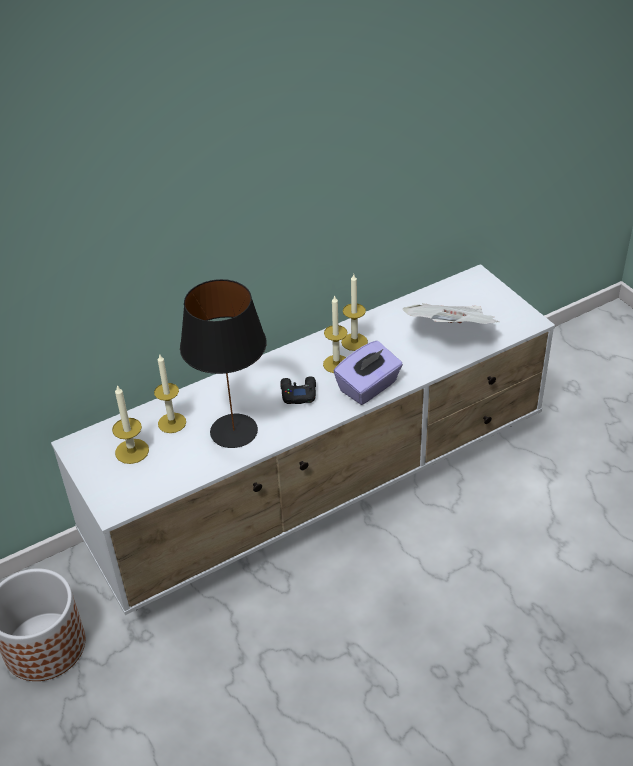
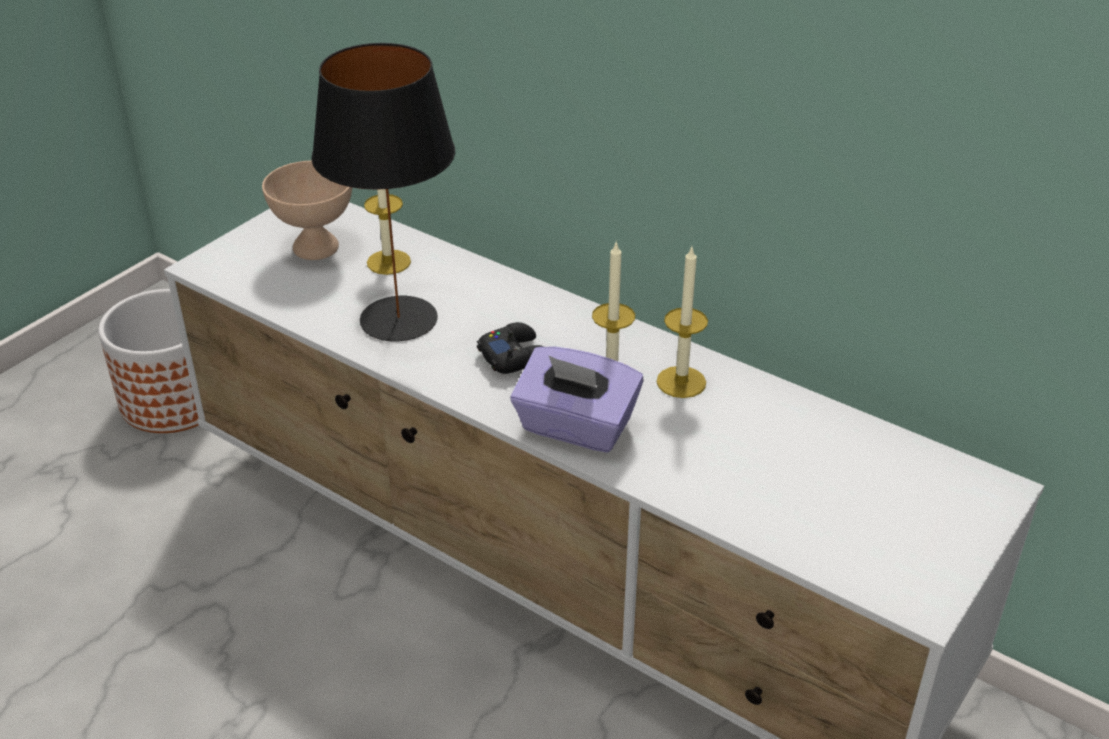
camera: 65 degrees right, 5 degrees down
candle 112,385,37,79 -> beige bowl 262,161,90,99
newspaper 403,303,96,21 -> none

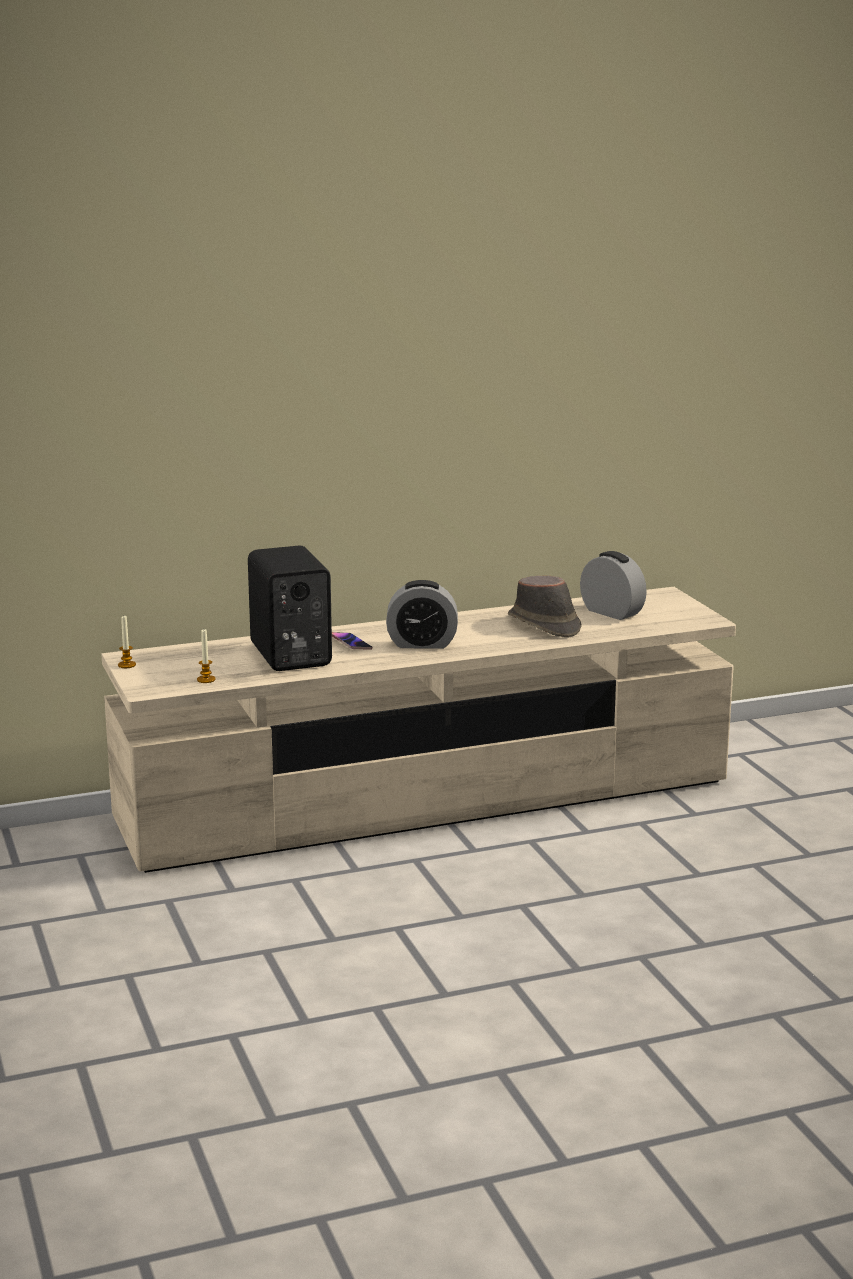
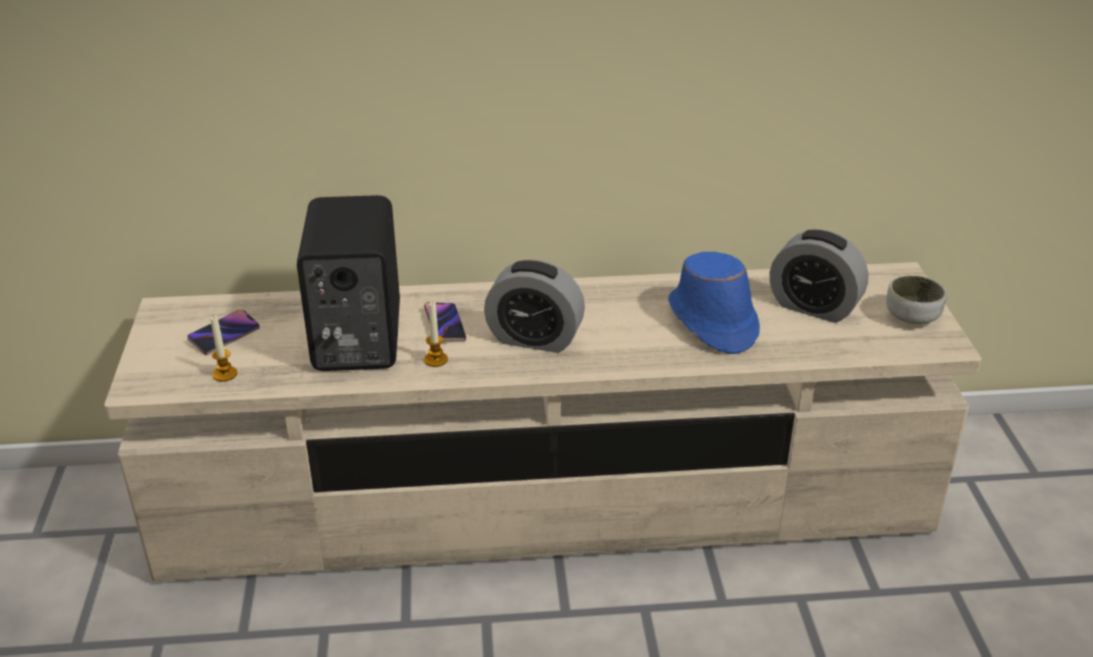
camera: 15 degrees right, 15 degrees up
none -> phone 187,310,73,45
candle 118,616,18,52 -> candle 424,302,24,65, move
brown hat 508,576,74,62 -> blue hat 668,252,92,102
alarm clock 580,551,67,69 -> alarm clock 770,229,98,94, 150 degrees clockwise
none -> bowl 886,275,61,49

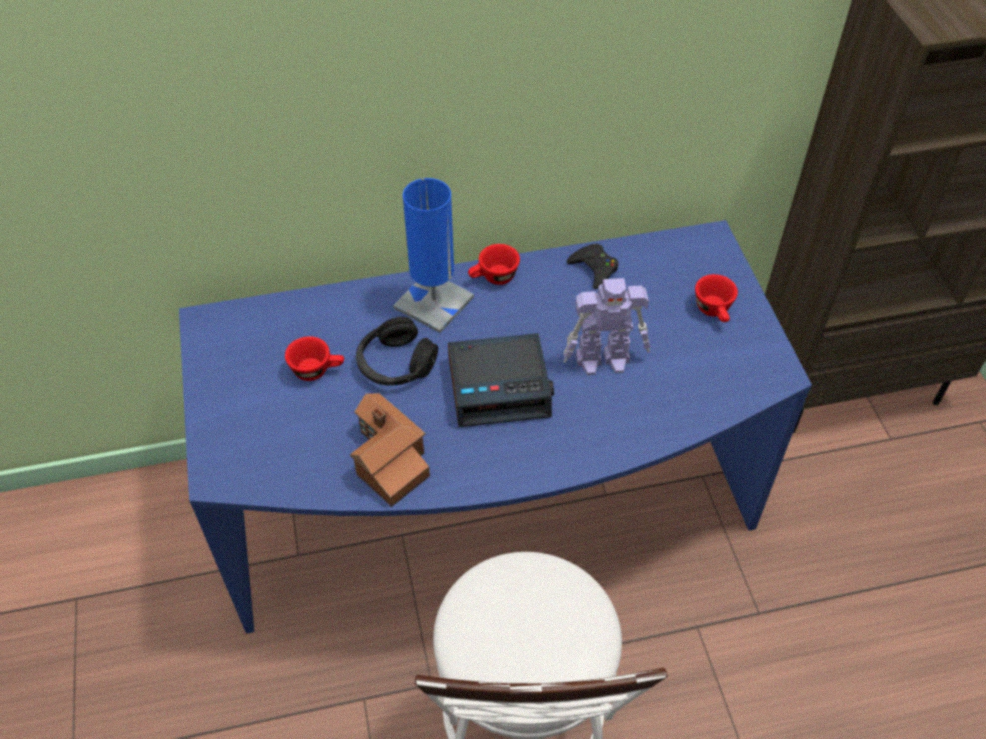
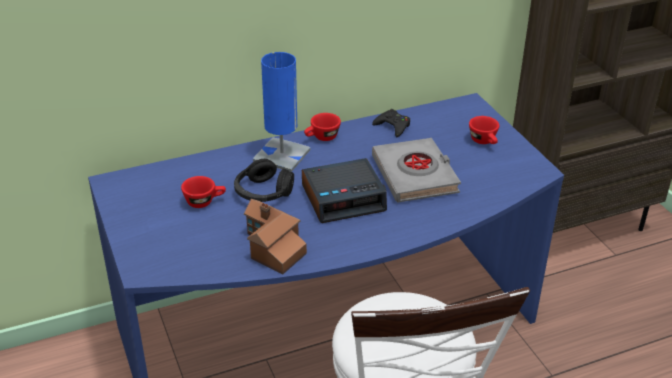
camera: 10 degrees left, 15 degrees down
toy robot 563,278,87,97 -> grey book 372,138,89,64

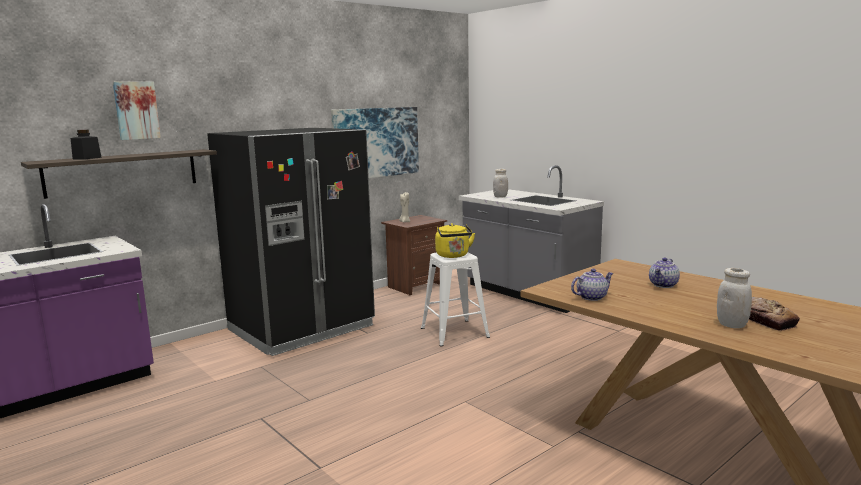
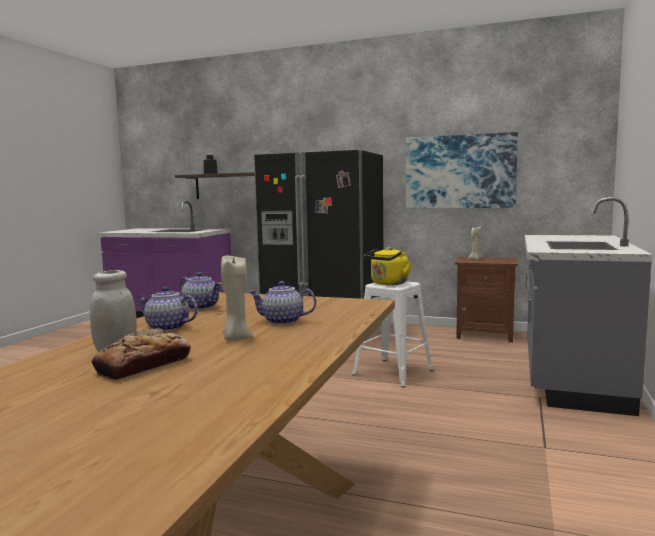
camera: 60 degrees right, 5 degrees down
none -> teapot 136,286,62,45
none -> beige candle 221,254,33,87
picture 113,82,48,58 -> none
white jar 493,169,15,29 -> none

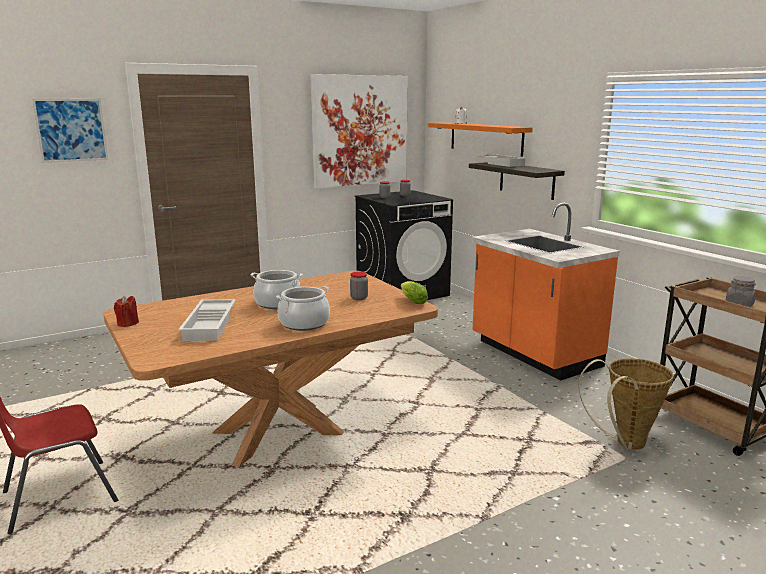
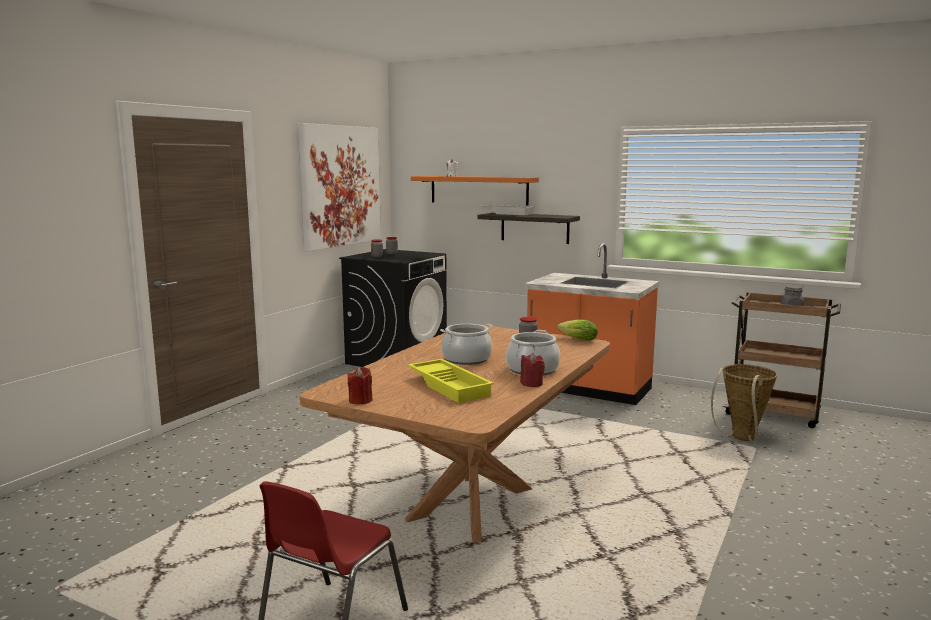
camera: 30 degrees left, 5 degrees down
white tray 178,299,58,42 -> yellow tray 408,359,86,44
none -> red candle 520,353,25,34
picture 32,99,76,64 -> none

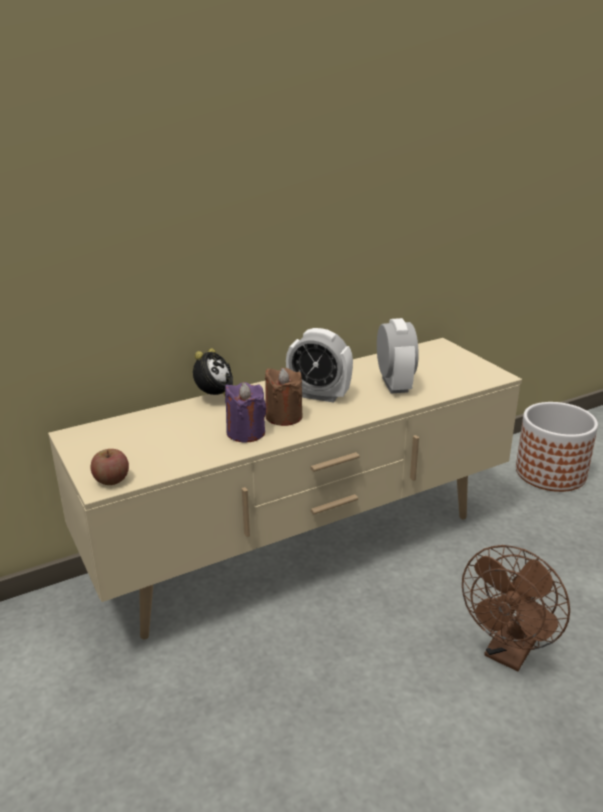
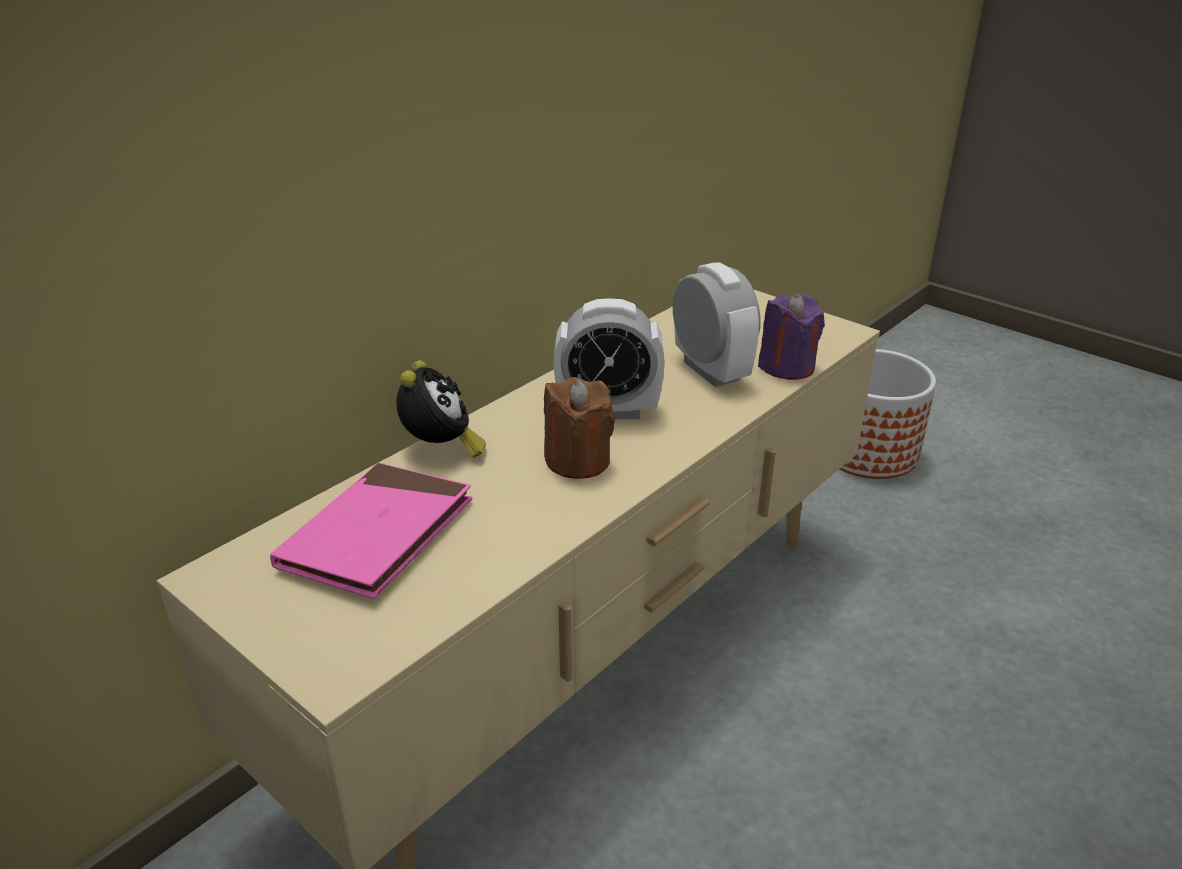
camera: 20 degrees left, 5 degrees up
none -> pink book 270,463,202,136
purple candle 225,382,41,60 -> purple candle 758,293,67,87, move
apple 91,449,38,36 -> none
brown fan 462,545,108,126 -> none

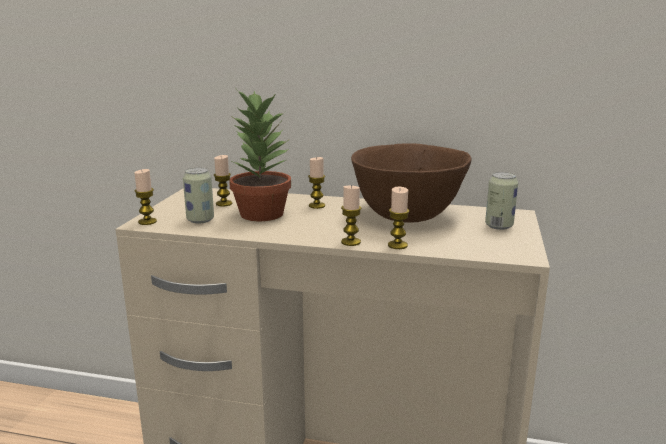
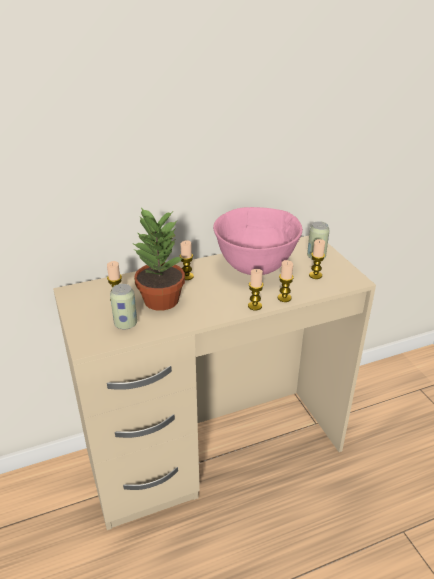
camera: 35 degrees left, 15 degrees up
brown bowl 351,143,121,80 -> pink bowl 213,207,90,68
candle 134,169,23,56 -> candle 309,239,16,40, move

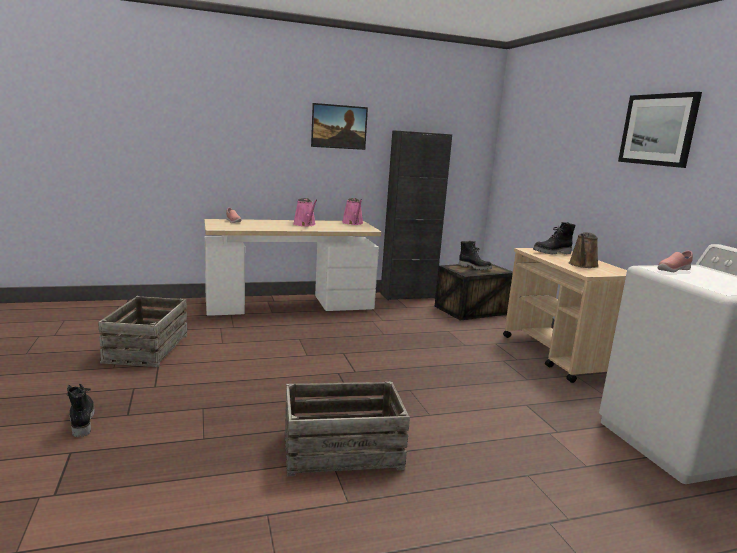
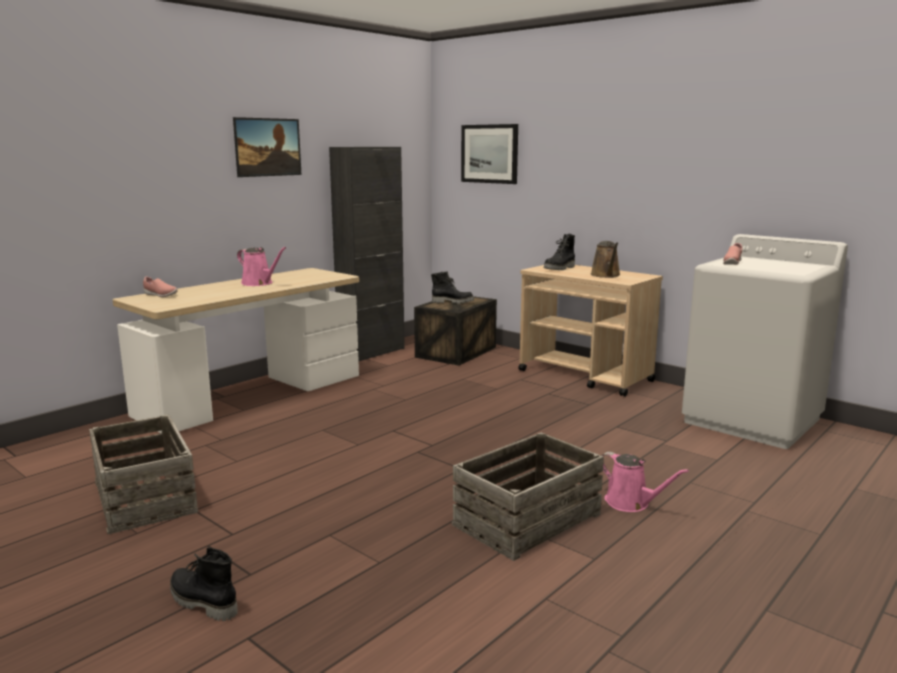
camera: 30 degrees left, 0 degrees up
picture 618,92,84,76 -> picture 461,124,57,60, move
pink watering can 342,198,21,27 -> pink watering can 601,452,88,60, move

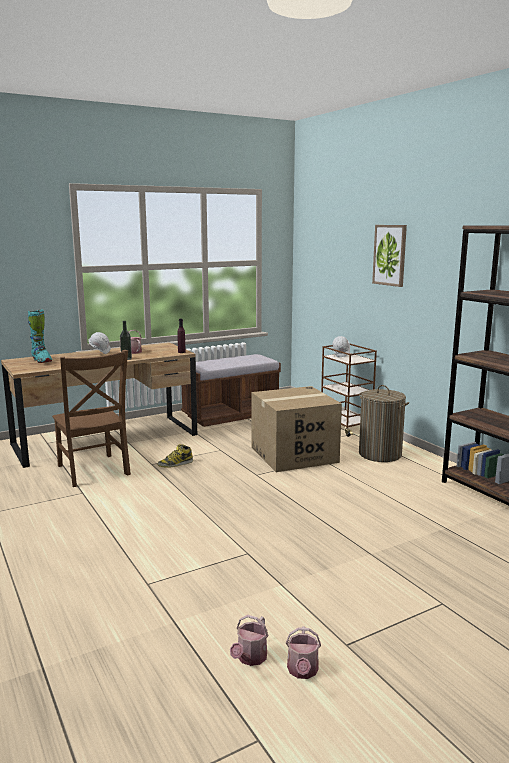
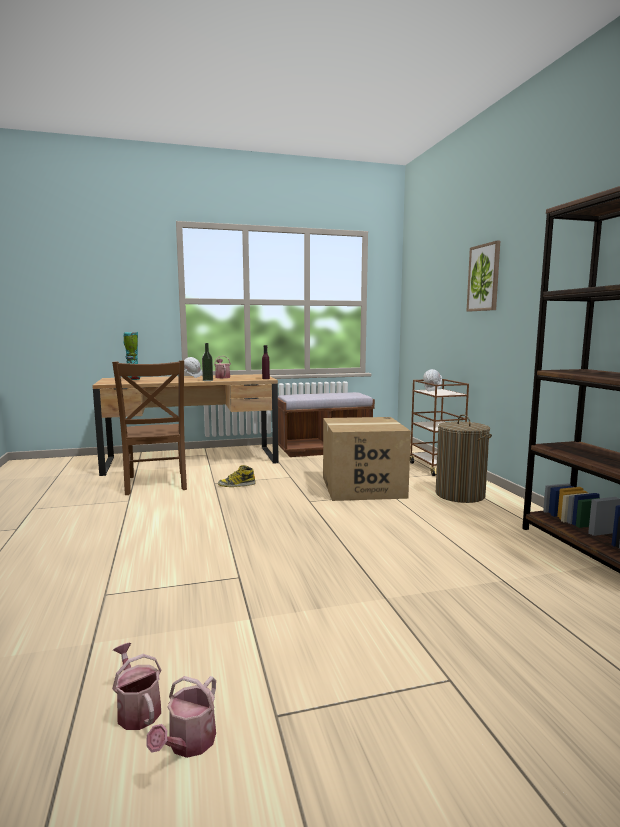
camera: 15 degrees right, 5 degrees down
watering can 230,615,39,51 -> watering can 112,643,50,87, 105 degrees clockwise

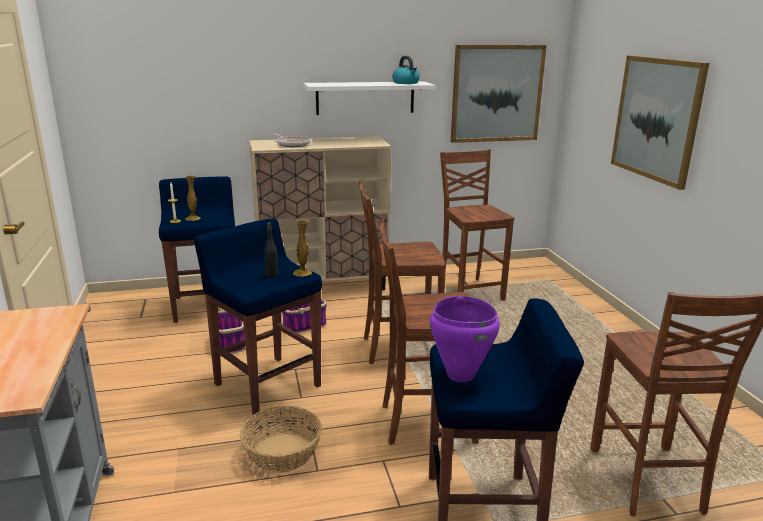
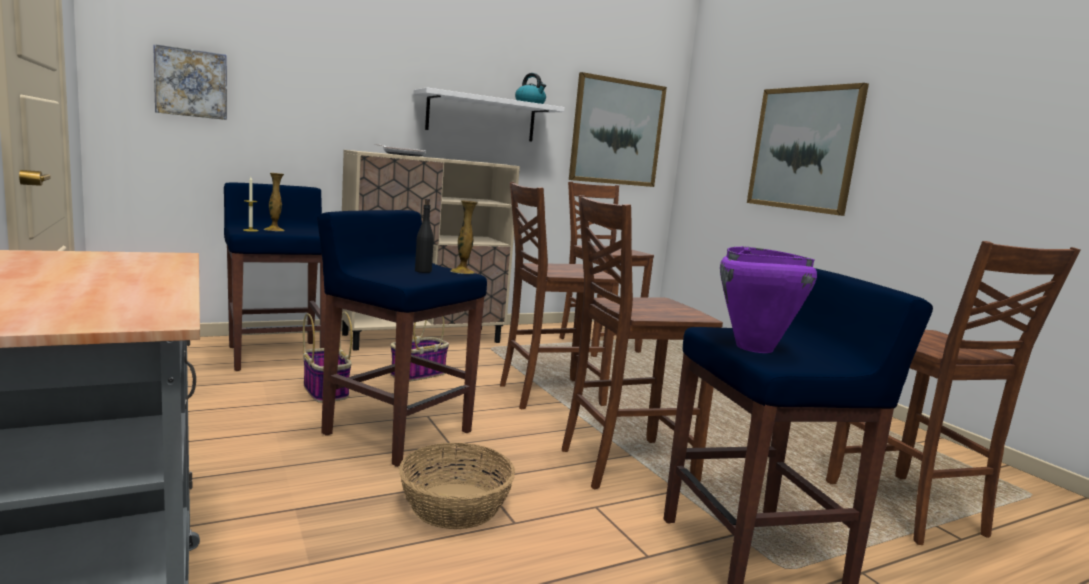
camera: 15 degrees left, 10 degrees down
none -> picture 153,44,74,76

